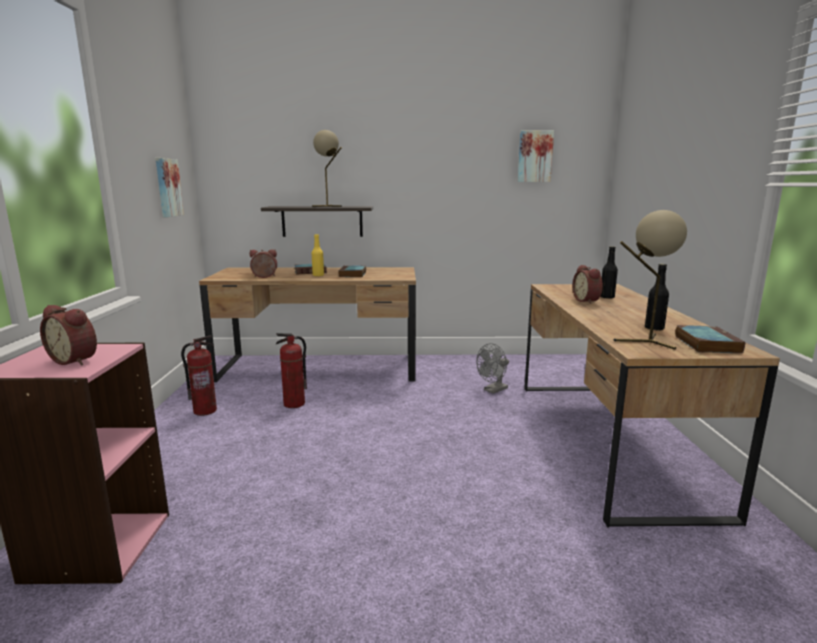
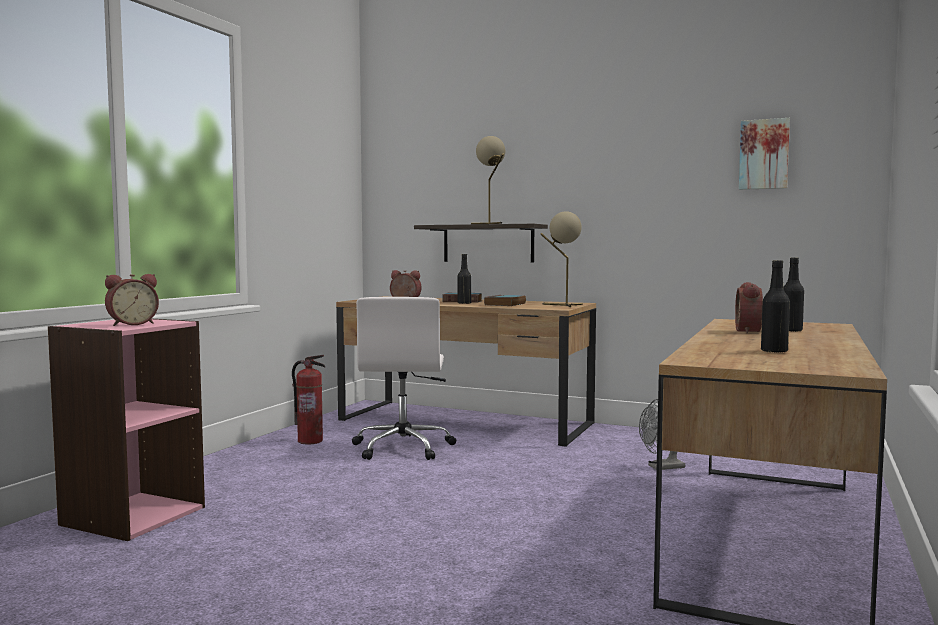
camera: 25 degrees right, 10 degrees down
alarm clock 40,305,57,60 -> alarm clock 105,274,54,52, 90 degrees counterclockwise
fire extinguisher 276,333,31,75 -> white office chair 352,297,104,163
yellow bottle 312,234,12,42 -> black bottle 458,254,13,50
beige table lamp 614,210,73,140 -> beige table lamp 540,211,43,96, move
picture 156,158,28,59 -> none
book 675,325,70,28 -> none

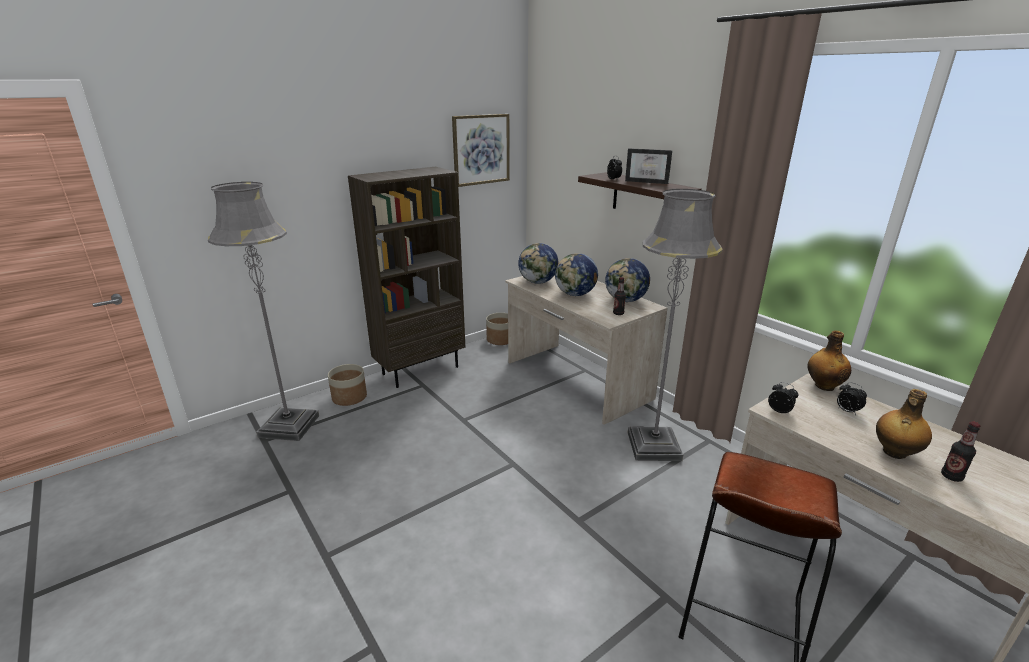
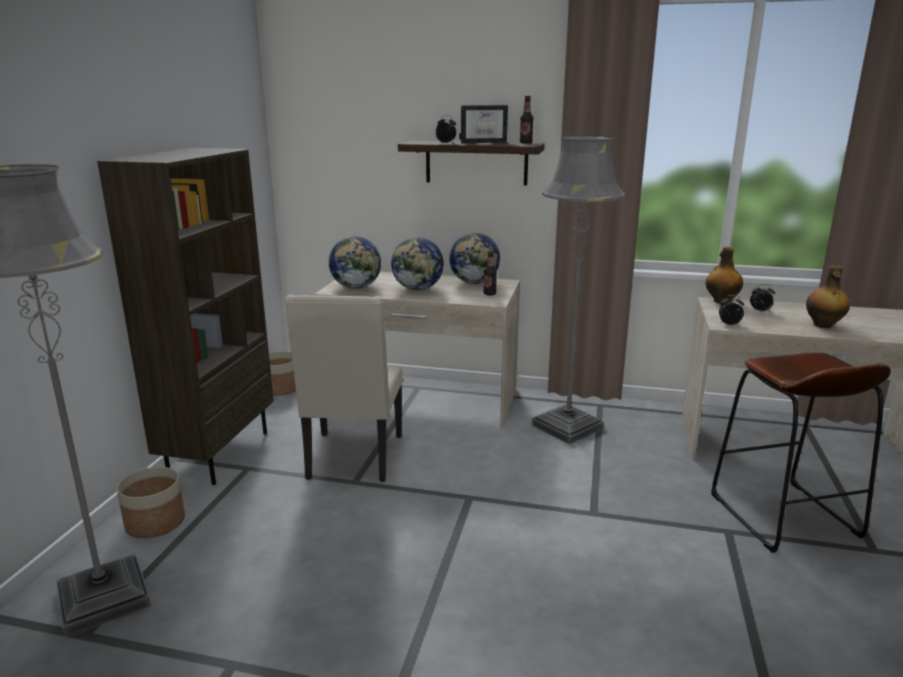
camera: 40 degrees left, 5 degrees down
none -> beige chair 285,294,118,188
bottle 941,421,40,61 -> bottle 520,96,14,47, move
picture 452,114,58,73 -> none

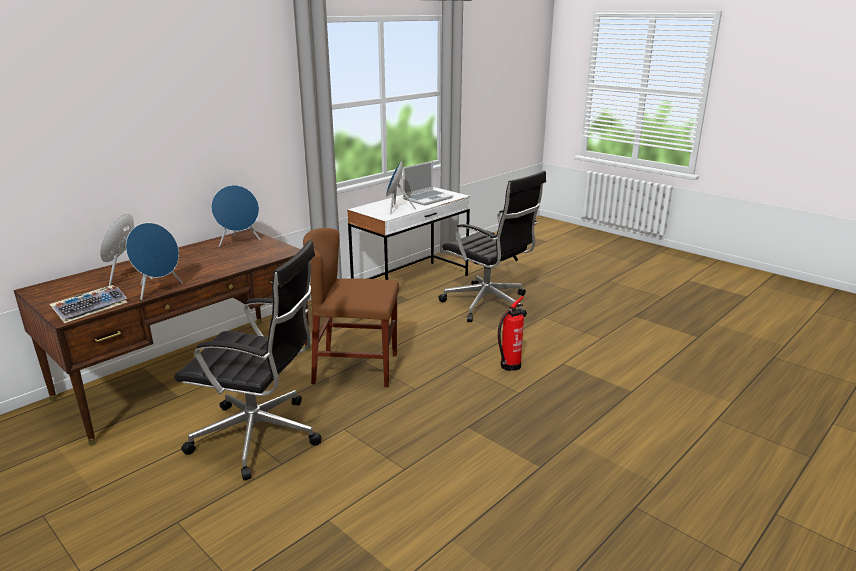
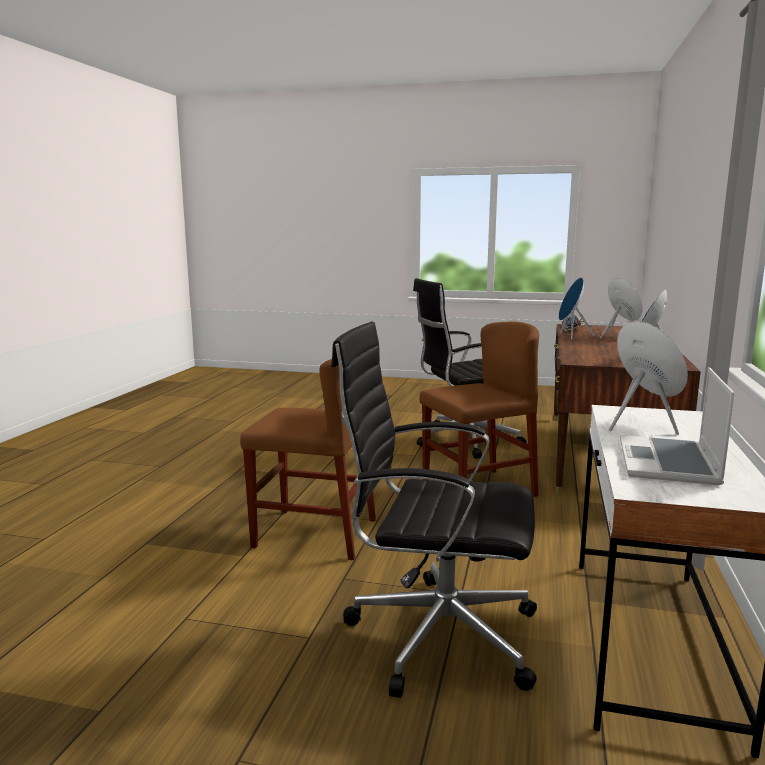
camera: 150 degrees right, 10 degrees down
fire extinguisher 498,296,26,75 -> brown chair 240,359,136,201

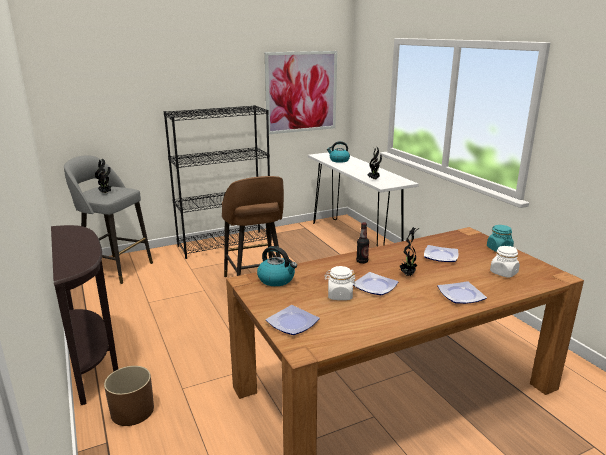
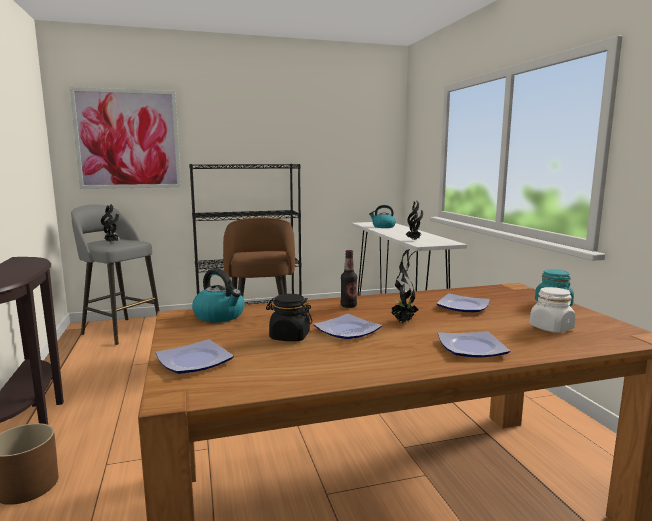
camera: 10 degrees right, 10 degrees down
picture 265,51,72,83 -> picture 70,87,111,102, move
white jar 324,266,32,34 -> black jar 266,294,47,47

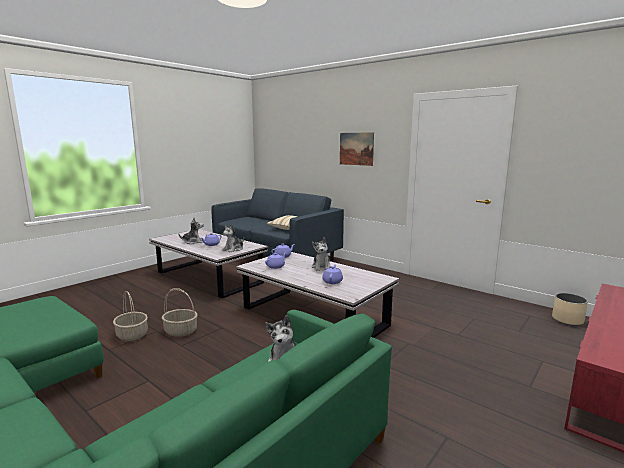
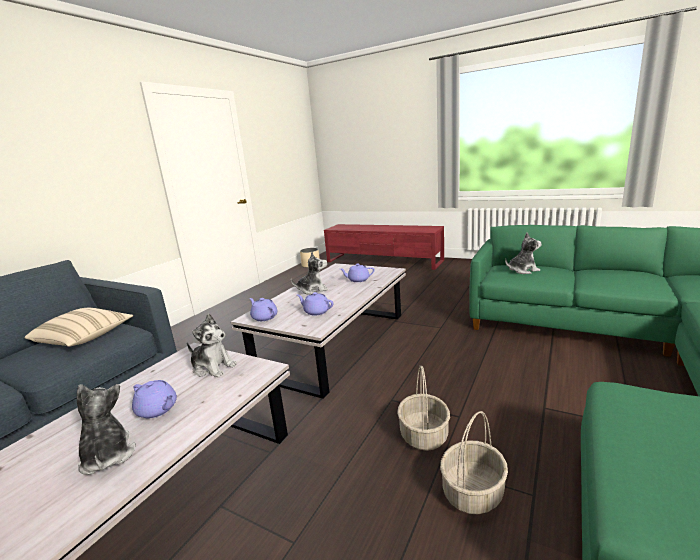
camera: 100 degrees left, 5 degrees up
picture 340,132,34,34 -> none

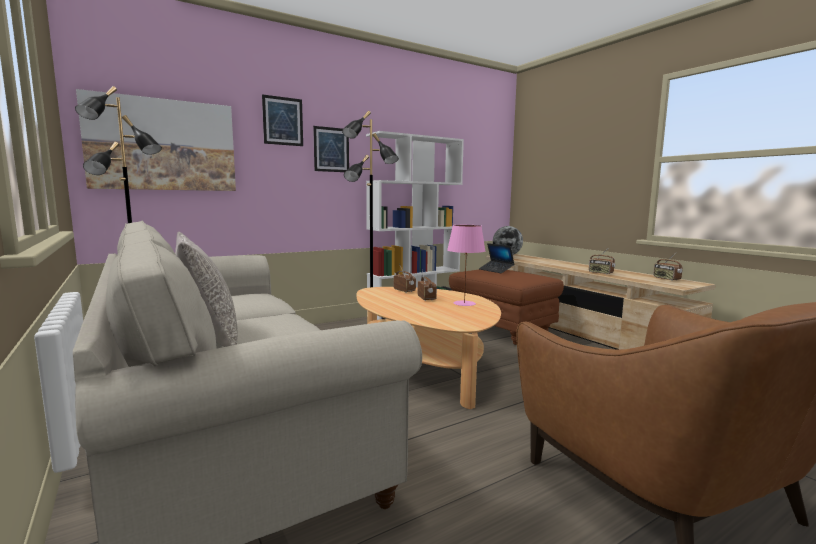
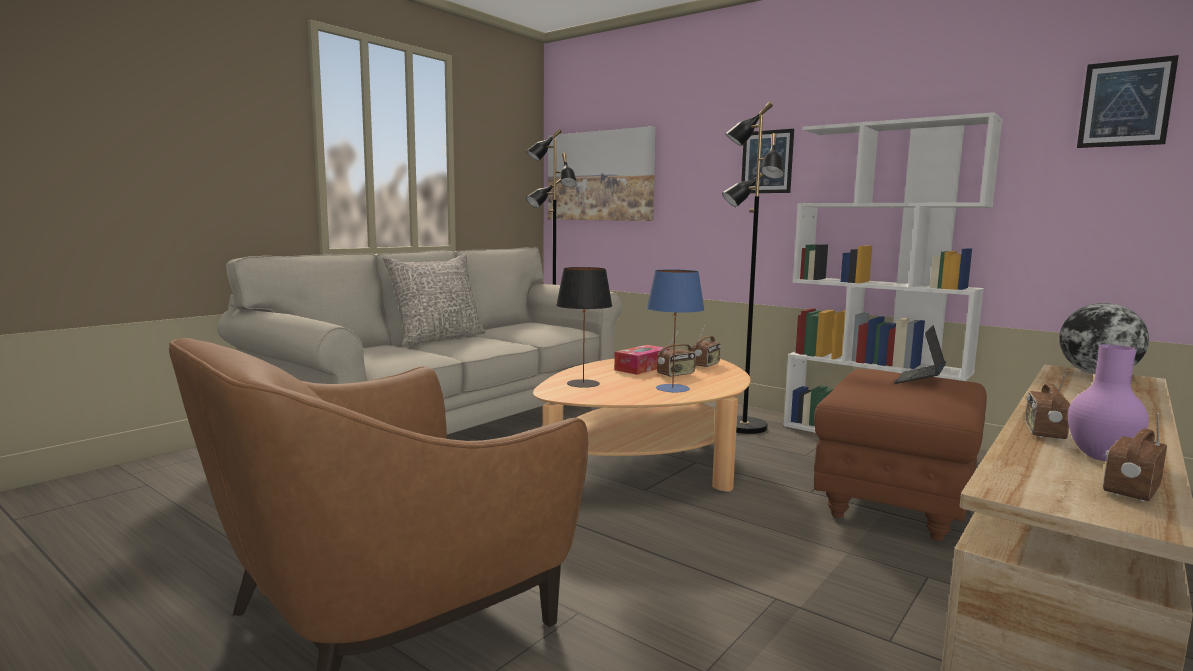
camera: 70 degrees right, 0 degrees up
none -> black table lamp 556,267,57,121
none -> tissue box 614,345,56,30
pink table lamp 447,225,39,81 -> blue table lamp 647,269,58,124
none -> purple vase 1068,345,81,116
picture 262,94,41,52 -> picture 1077,55,102,93, move

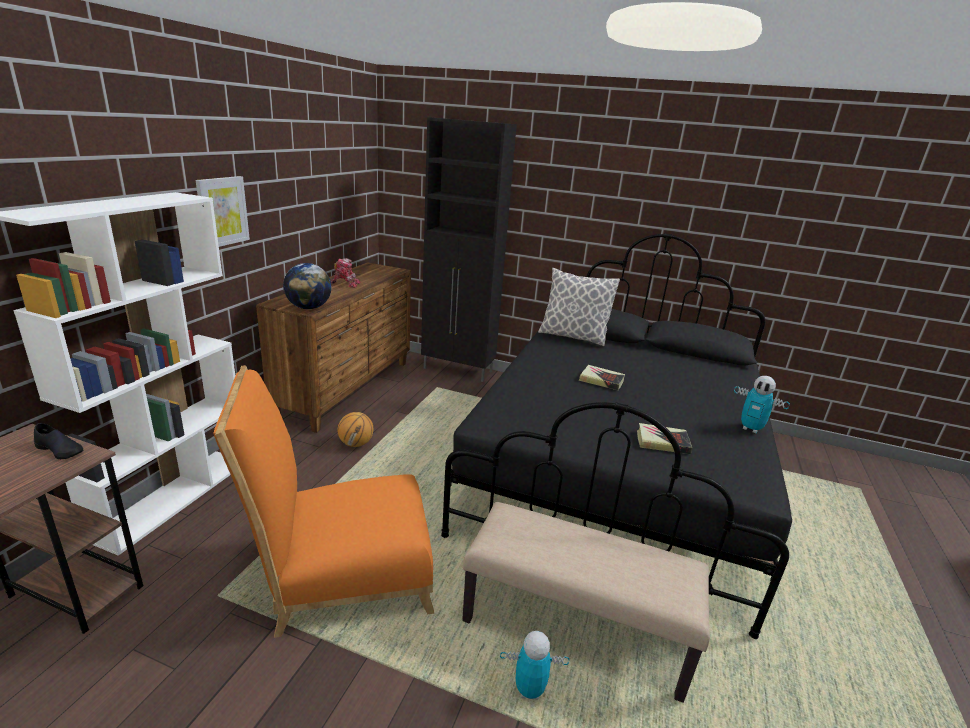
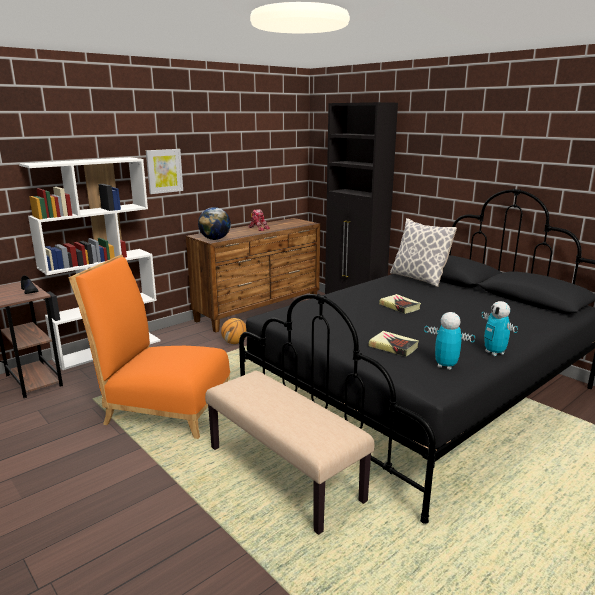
camera: 30 degrees right, 5 degrees down
toy robot 500,631,69,68 -> toy robot 424,312,51,58, move

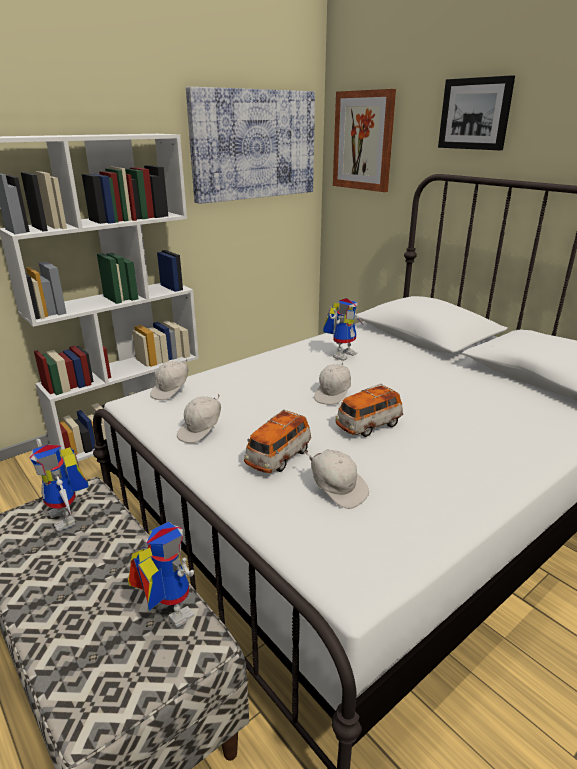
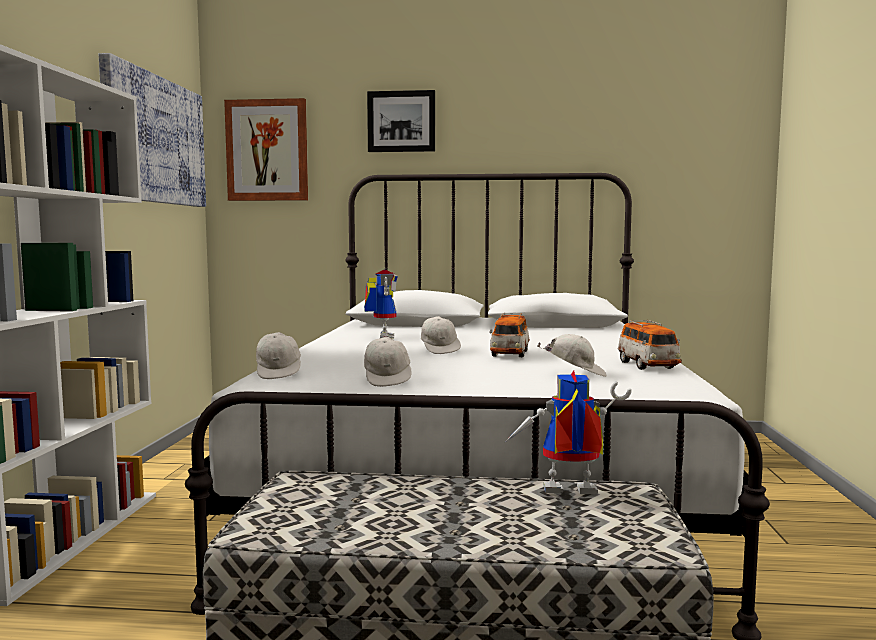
camera: 45 degrees left, 20 degrees down
toy car 244,409,67,64 -> toy car 618,320,64,50, move
toy robot 29,439,60,93 -> none

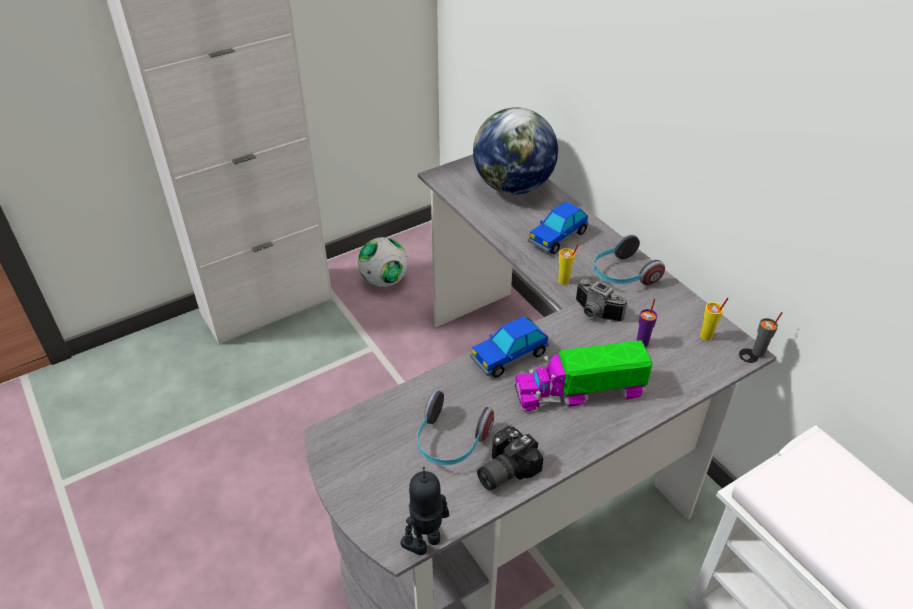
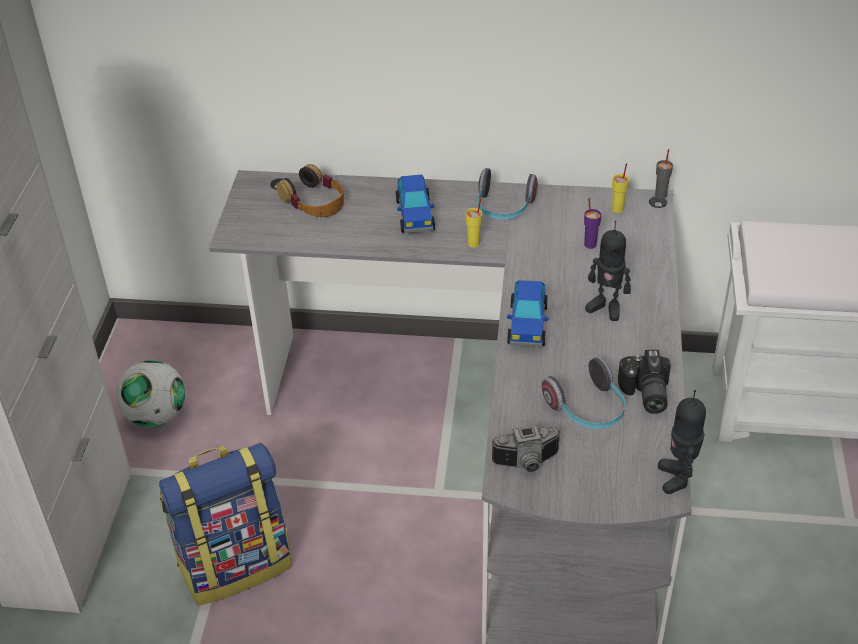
camera: 50 degrees left, 0 degrees up
none -> backpack 159,443,133,163
globe 473,107,85,88 -> headphones 276,164,68,53
photo camera 576,278,51,44 -> photo camera 491,425,70,47, move
toy truck 514,340,139,71 -> toy robot 585,221,46,100

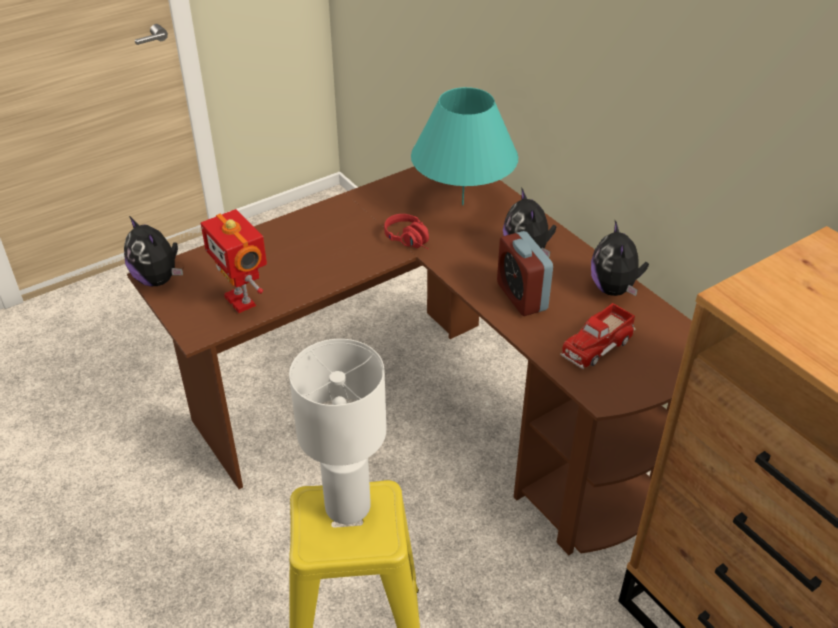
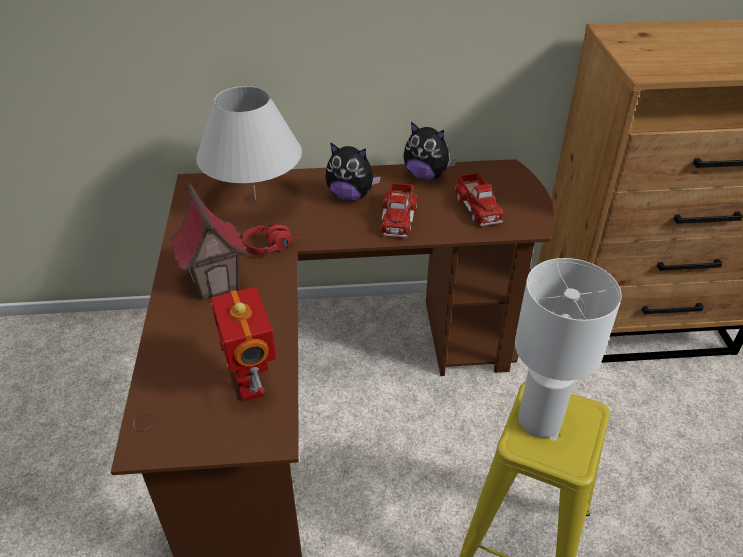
camera: 60 degrees left, 0 degrees up
none -> toy house 170,183,77,117
turquoise table lamp 411,87,107,118 -> white table lamp 196,86,106,116
toy robot 201,209,66,104 -> toy robot 211,287,65,115, 75 degrees clockwise
alarm clock 497,231,56,85 -> toy truck 381,183,36,54
plush toy 124,216,59,70 -> none

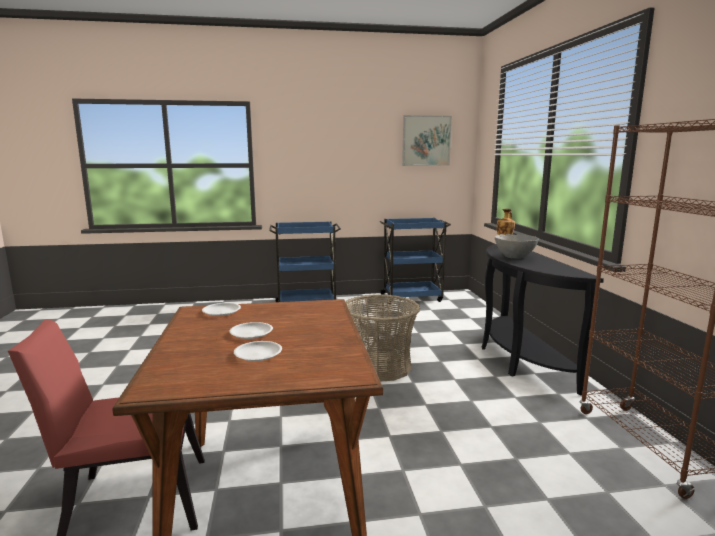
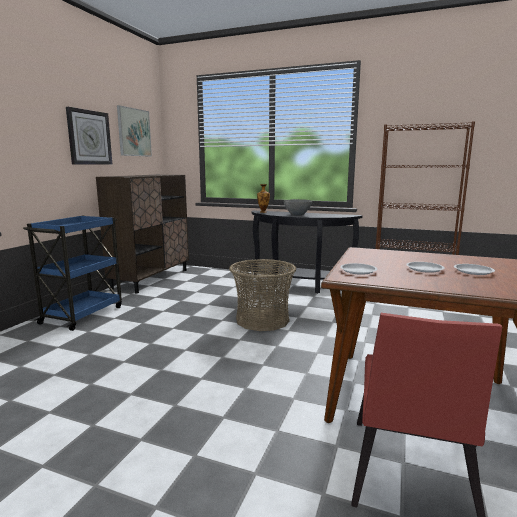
camera: 60 degrees left, 0 degrees up
none -> wall clock 66,107,47,58
blue cart 379,218,72,86 -> brown cabinet 96,175,93,118

